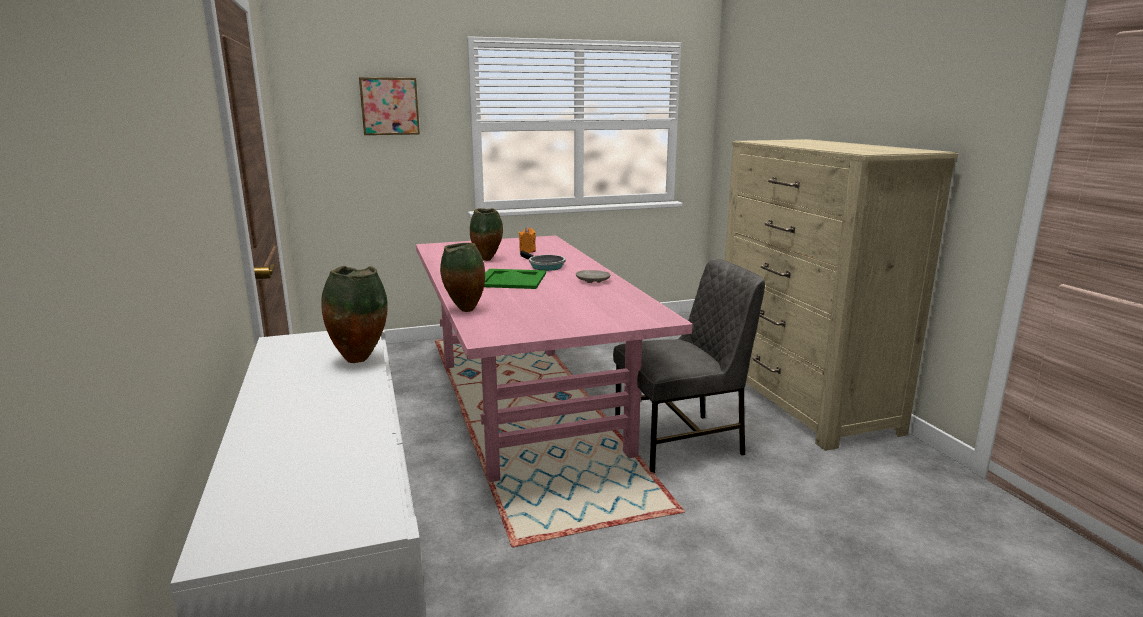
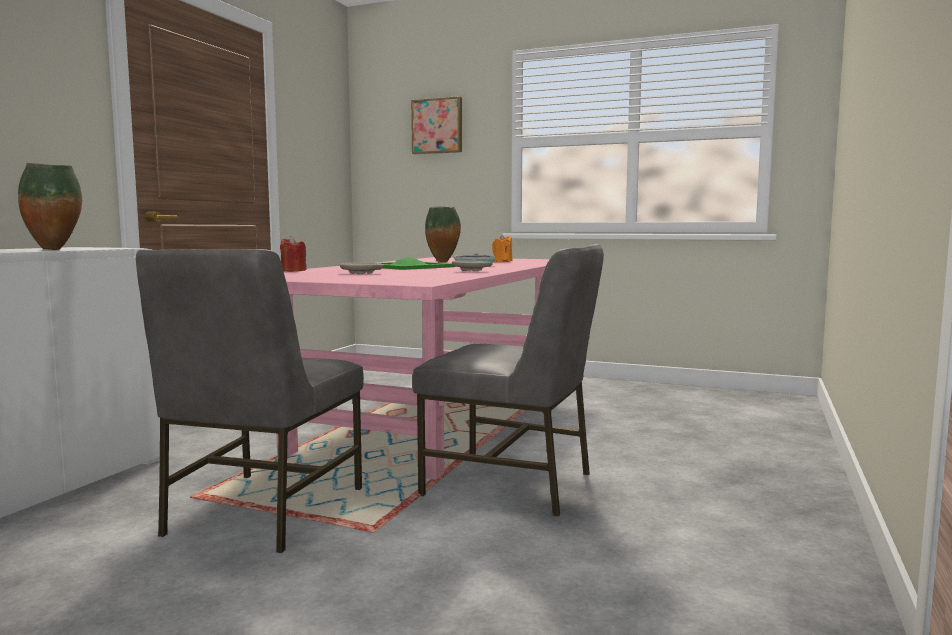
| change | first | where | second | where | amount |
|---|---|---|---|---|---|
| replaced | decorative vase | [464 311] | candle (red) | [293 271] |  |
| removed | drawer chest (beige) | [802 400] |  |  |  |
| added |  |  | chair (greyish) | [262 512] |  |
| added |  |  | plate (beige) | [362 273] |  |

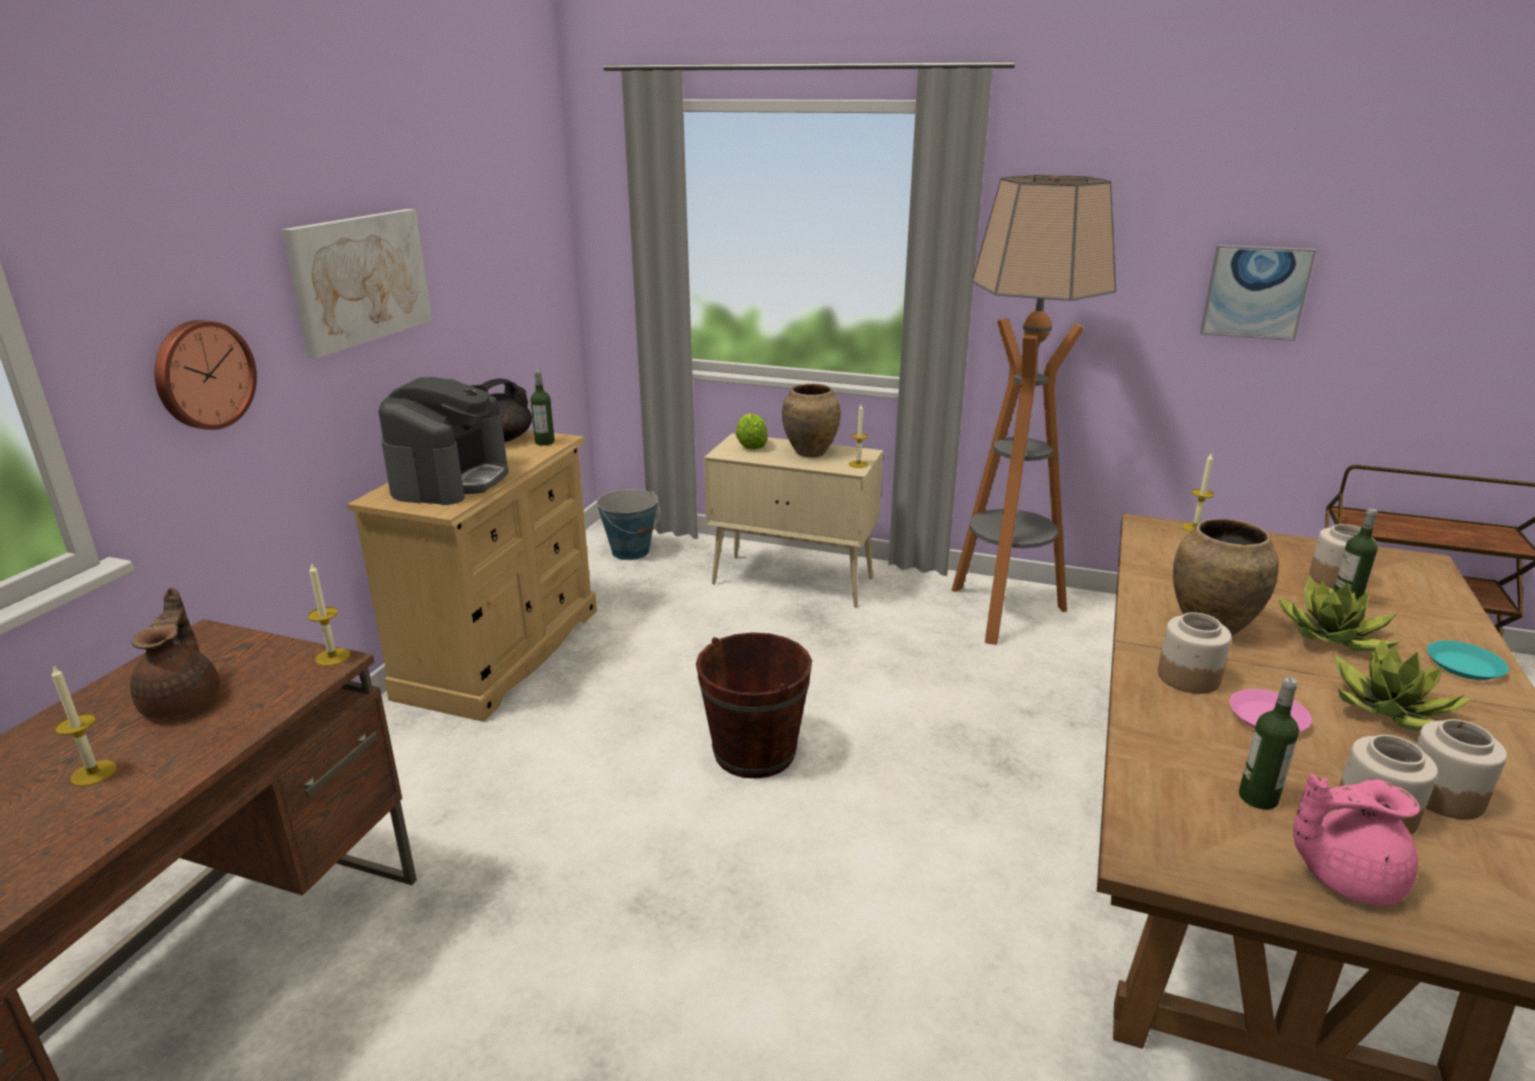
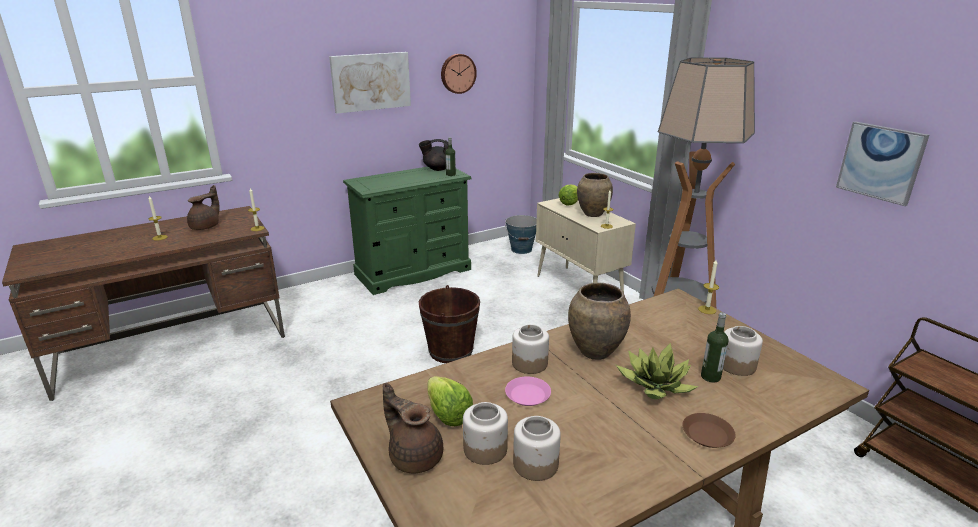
| change | first | where | second | where | amount |
|---|---|---|---|---|---|
| moved | hanging clock | [202 374] |  | [457 73] |  |
| recoloured | drawer chest (beige) | [502 652] | drawer chest (green-coloured) | [413 272] |  |
| removed | coffee machine | [451 479] |  |  |  |
| replaced | bottle | [1258 797] | lettuce head | [448 415] |  |
| recoloured | tea pot (pinkish) | [1345 877] | tea pot (brown-coloured) | [414 456] |  |
| removed | houseplant | [1390 710] |  |  |  |
| recoloured | plate (turquoise-coloured) | [1463 665] | plate (brown-coloured) | [707 434] |  |

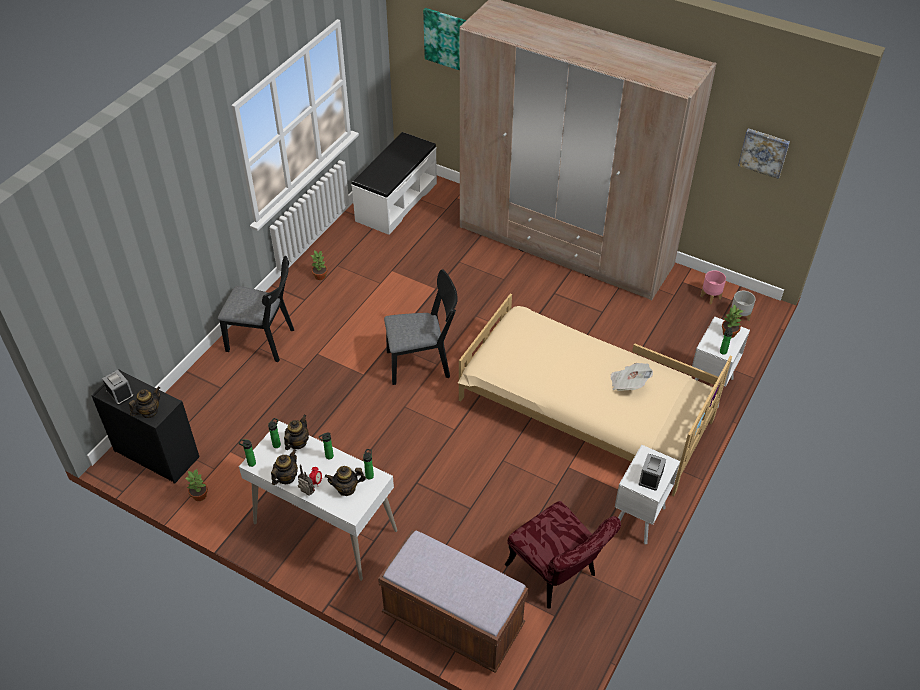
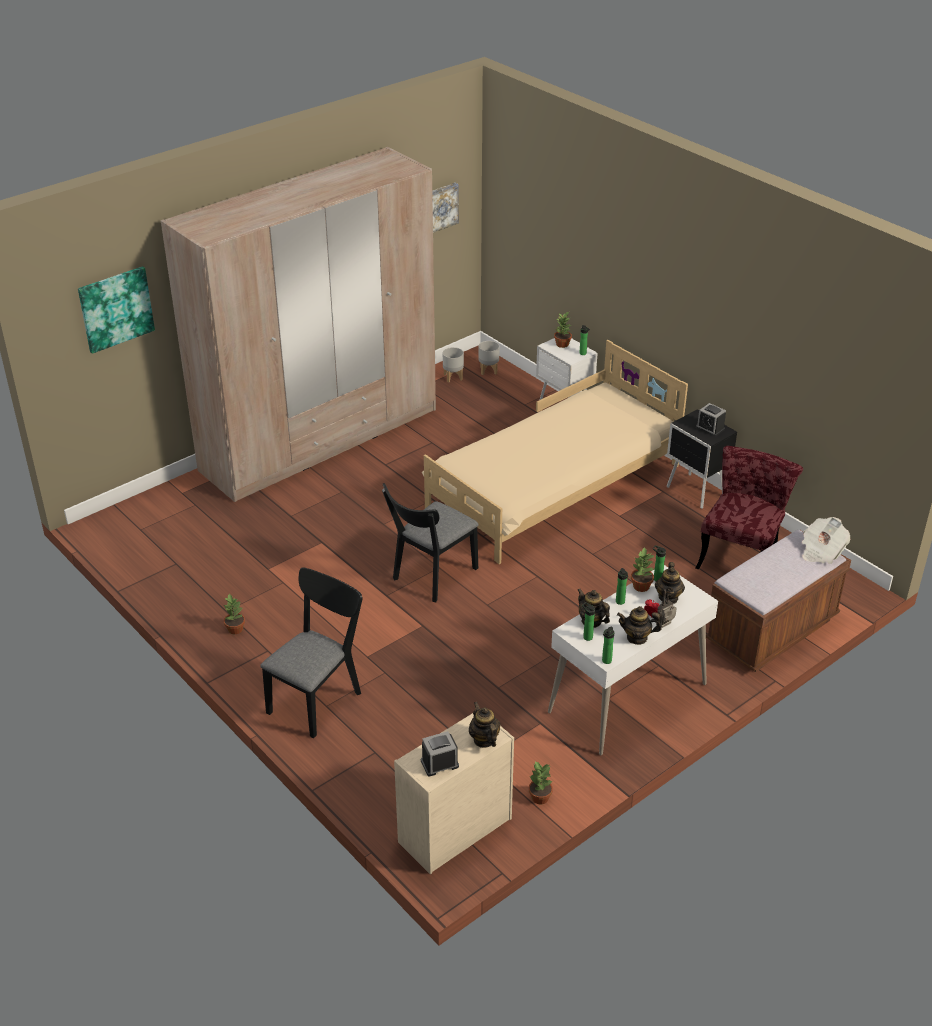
| change | first | where | second | where | amount |
|---|---|---|---|---|---|
| recoloured | drawer chest (blackish) | [155 453] | drawer chest (beige) | [454 831] |  |
| turned | tea pot | [286 477] |  | [637 637] | 45 degrees counterclockwise |
| removed | long seat (white) | [396 201] |  |  |  |
| turned | chair (blackish) | [423 363] |  | [431 577] | 150 degrees counterclockwise |
| turned | chair (red) | [557 575] |  | [741 554] | 45 degrees counterclockwise |
| moved | newspaper | [628 383] |  | [821 551] |  |
| recoloured | bedside table (white) | [637 519] | bedside table (blackish) | [695 492] |  |
| recoloured | plant pot (pinkish) | [710 297] | plant pot (greyish) | [452 377] |  |
| added |  |  | houseplant | [641 587] |  |

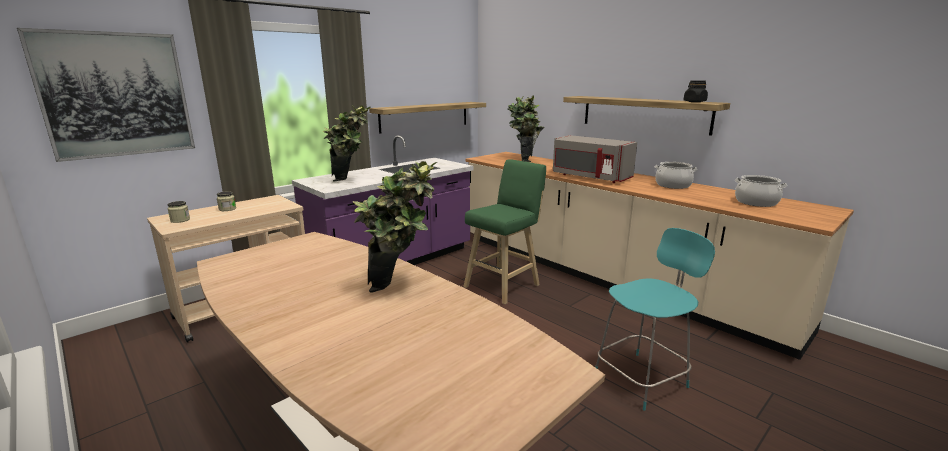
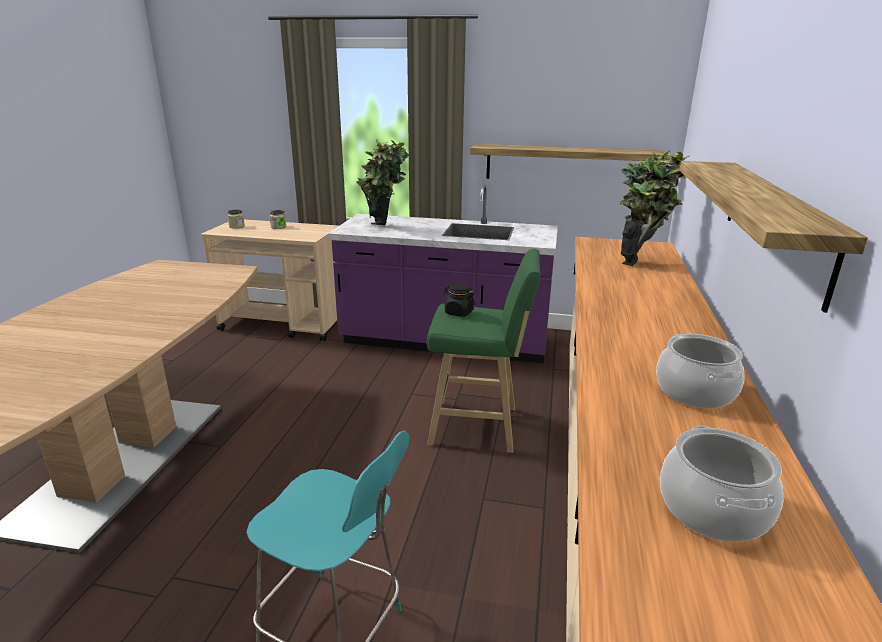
| change | first | where | second | where | amount |
|---|---|---|---|---|---|
| removed | picture | [116 95] |  |  |  |
| removed | houseplant | [401 289] |  |  |  |
| removed | microwave oven (greyish) | [589 177] |  |  |  |
| moved | preserve jar (blackish) | [694 102] |  | [458 312] |  |

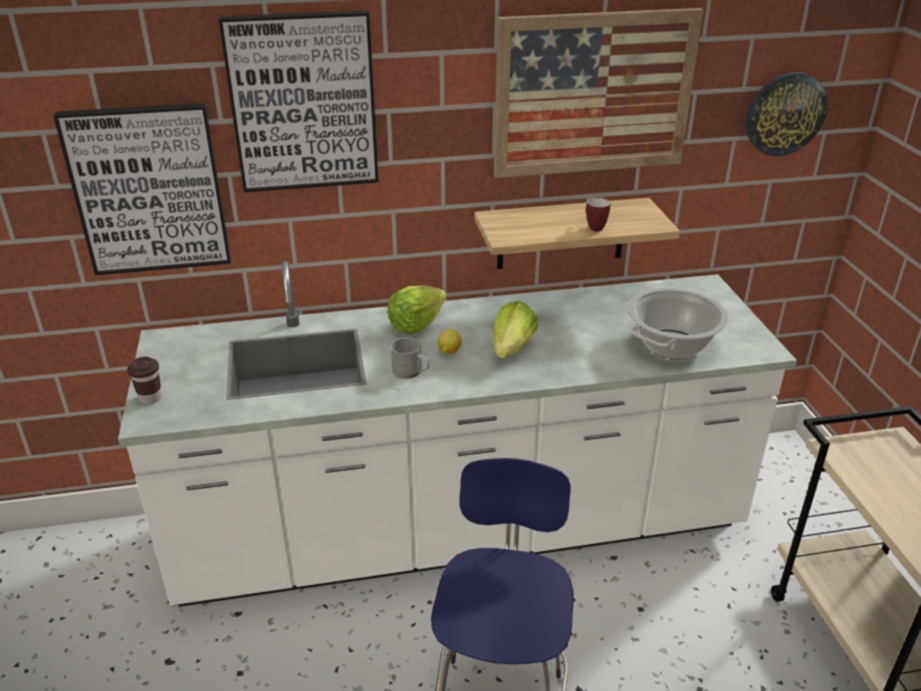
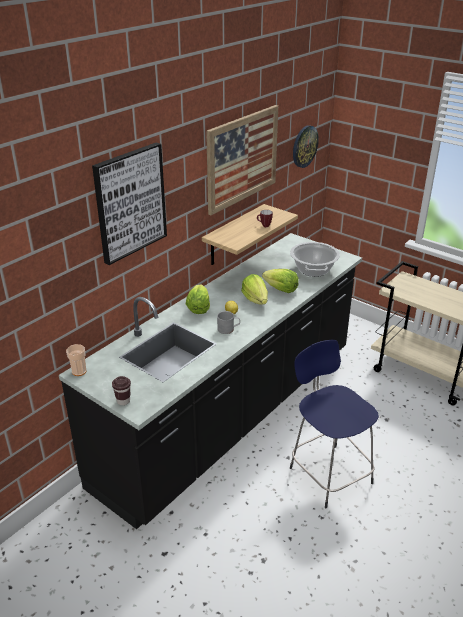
| change | first | where | second | where | amount |
|---|---|---|---|---|---|
| removed | picture | [148 189] |  |  |  |
| recoloured | counter (white) | [460 531] | counter (blackish) | [231 415] |  |
| added |  |  | drinking cup | [79 371] |  |
| added |  |  | lettuce head | [281 289] |  |

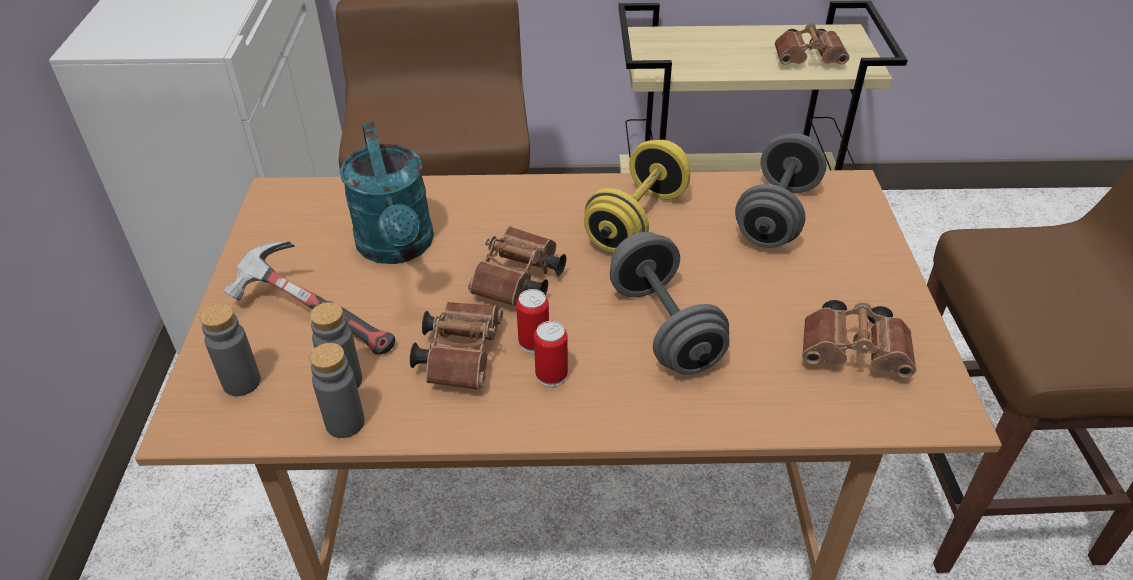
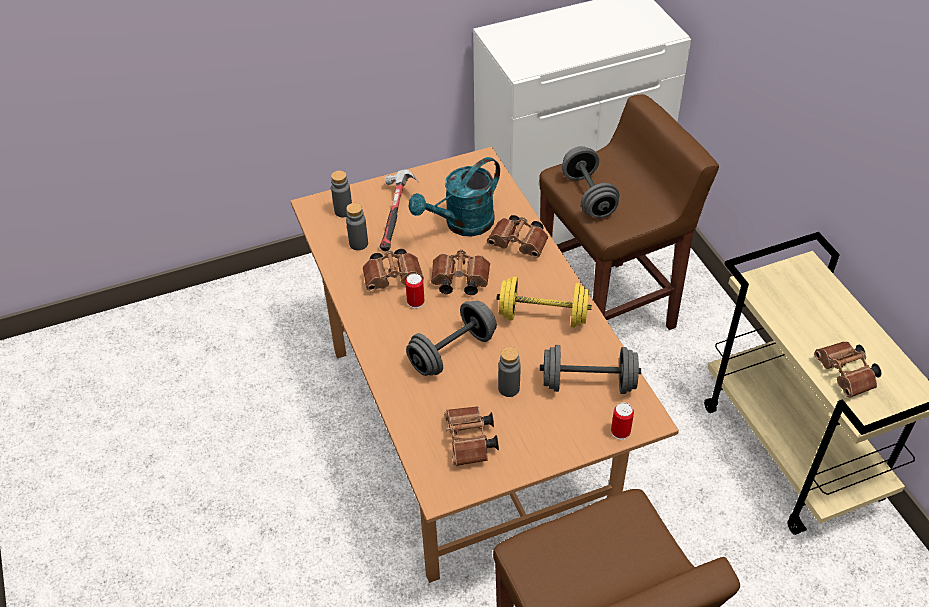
| change | first | where | second | where | amount |
|---|---|---|---|---|---|
| moved | bottle (greyish) | [345 423] |  | [509 388] |  |
| moved | can | [551 375] |  | [620 432] |  |
| added |  |  | binoculars (brown-coloured) | [520 245] |  |
| added |  |  | free weight (greyish) | [588 196] |  |

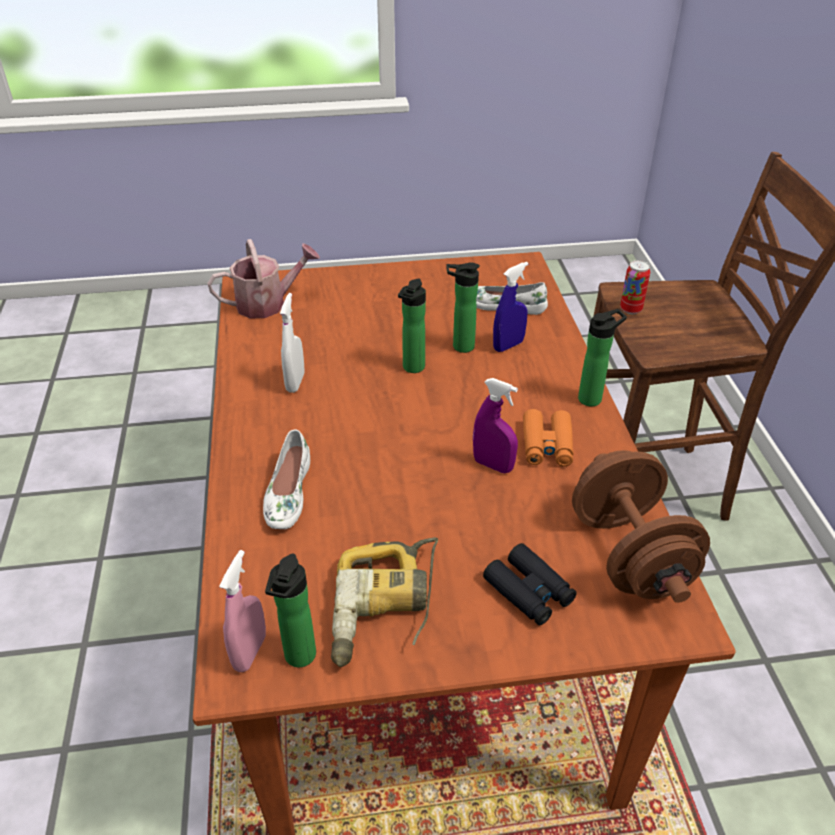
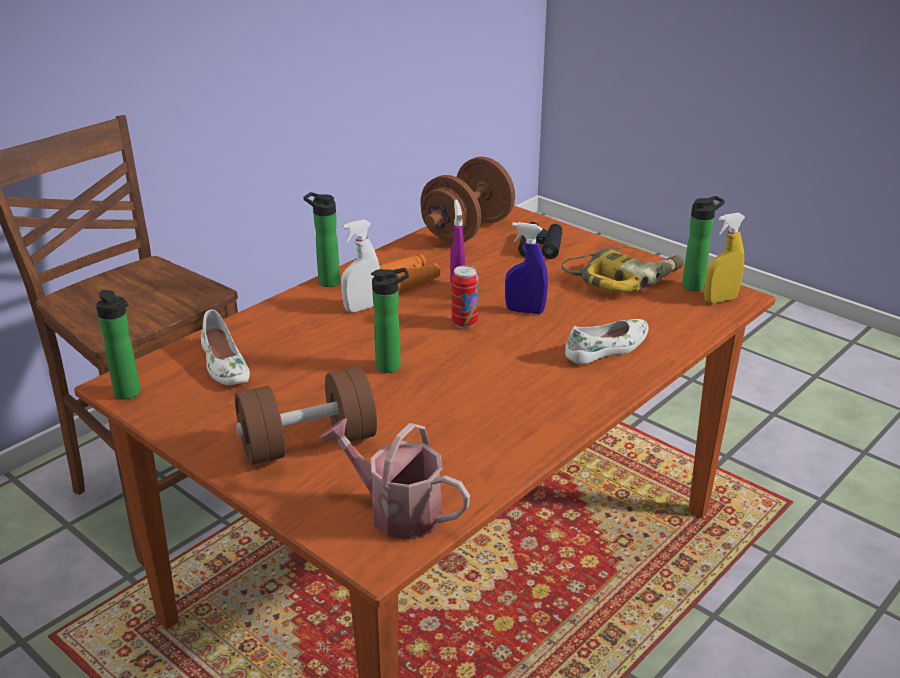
| change | first | where | second | where | amount |
|---|---|---|---|---|---|
| recoloured | spray bottle (pinkish) | [250 652] | spray bottle (yellow) | [720 300] |  |
| moved | spray bottle (white) | [295 382] |  | [362 308] |  |
| moved | bottle | [460 346] |  | [129 394] |  |
| moved | spray bottle (blue-coloured) | [508 345] |  | [525 311] |  |
| moved | can | [630 309] |  | [464 323] |  |
| added |  |  | free weight (brown-coloured) | [308 444] |  |

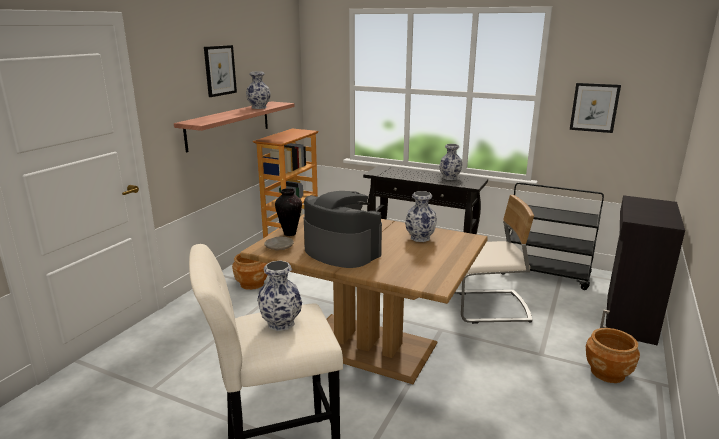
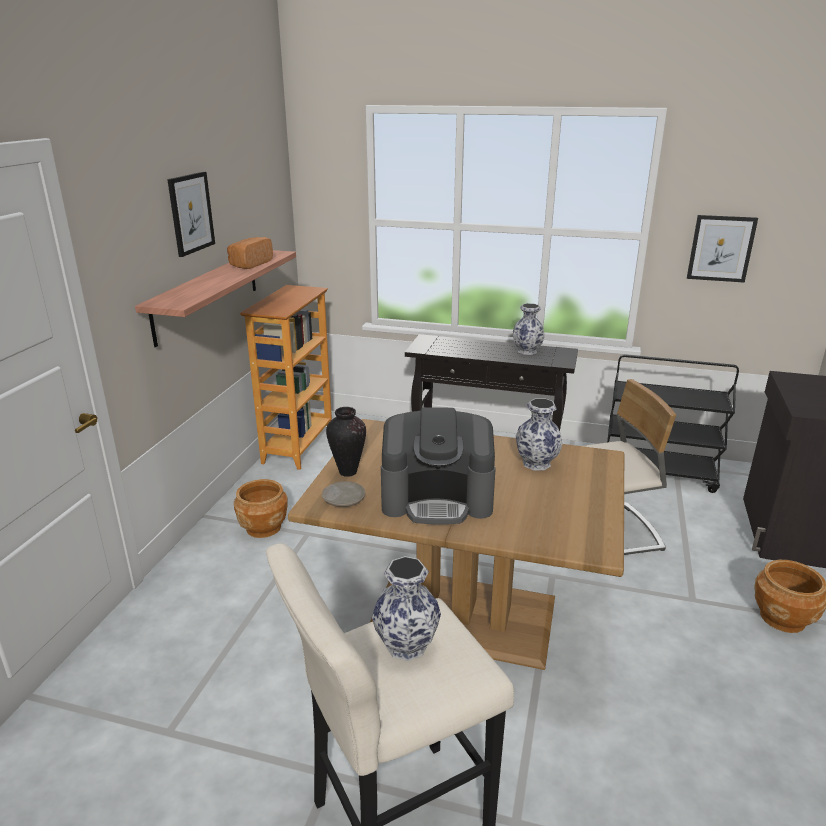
| change | first | where | second | where | amount |
|---|---|---|---|---|---|
| replaced | decorative vase | [259 107] | bakery bread | [250 264] |  |
| turned | coffee machine | [341 251] |  | [437 498] | 150 degrees clockwise |

